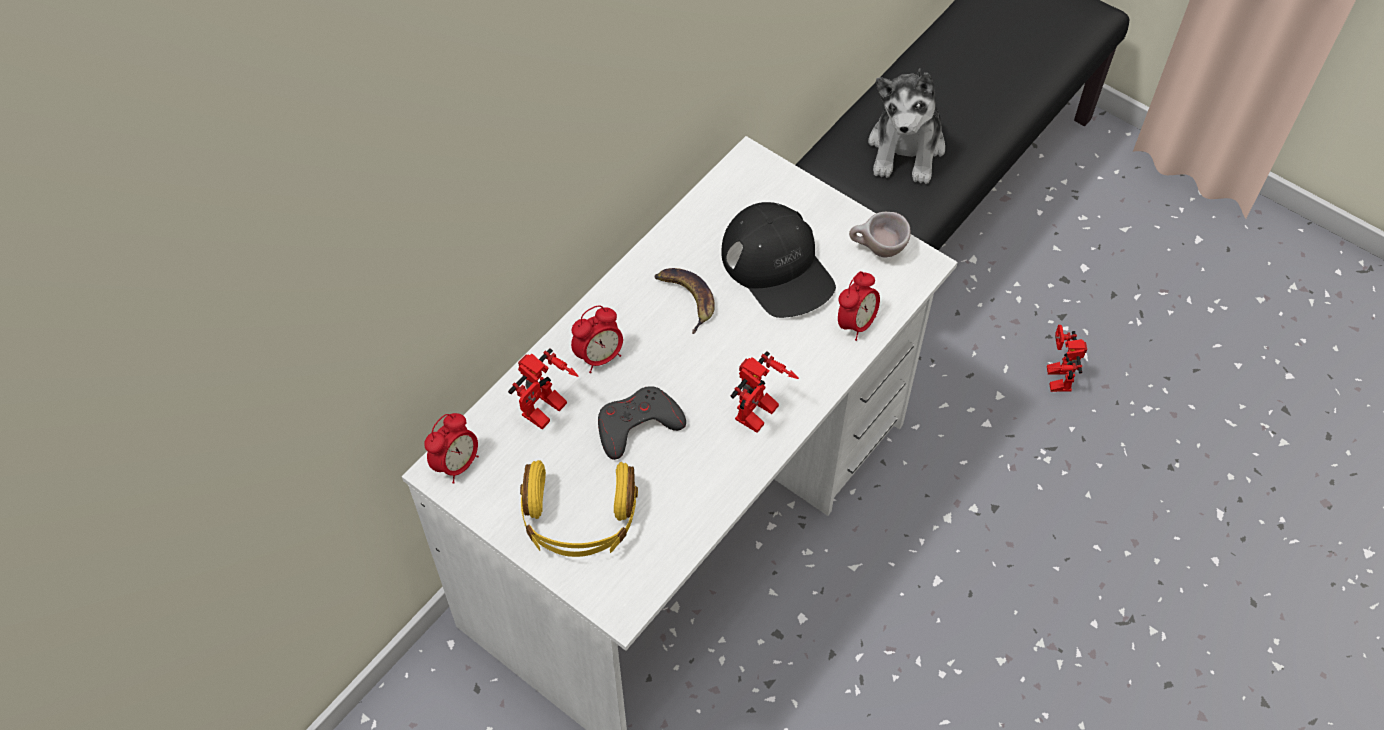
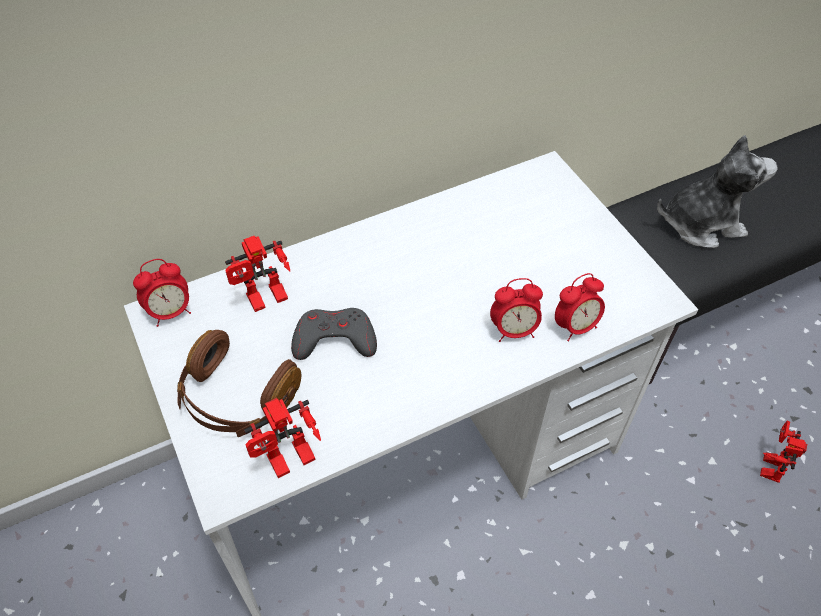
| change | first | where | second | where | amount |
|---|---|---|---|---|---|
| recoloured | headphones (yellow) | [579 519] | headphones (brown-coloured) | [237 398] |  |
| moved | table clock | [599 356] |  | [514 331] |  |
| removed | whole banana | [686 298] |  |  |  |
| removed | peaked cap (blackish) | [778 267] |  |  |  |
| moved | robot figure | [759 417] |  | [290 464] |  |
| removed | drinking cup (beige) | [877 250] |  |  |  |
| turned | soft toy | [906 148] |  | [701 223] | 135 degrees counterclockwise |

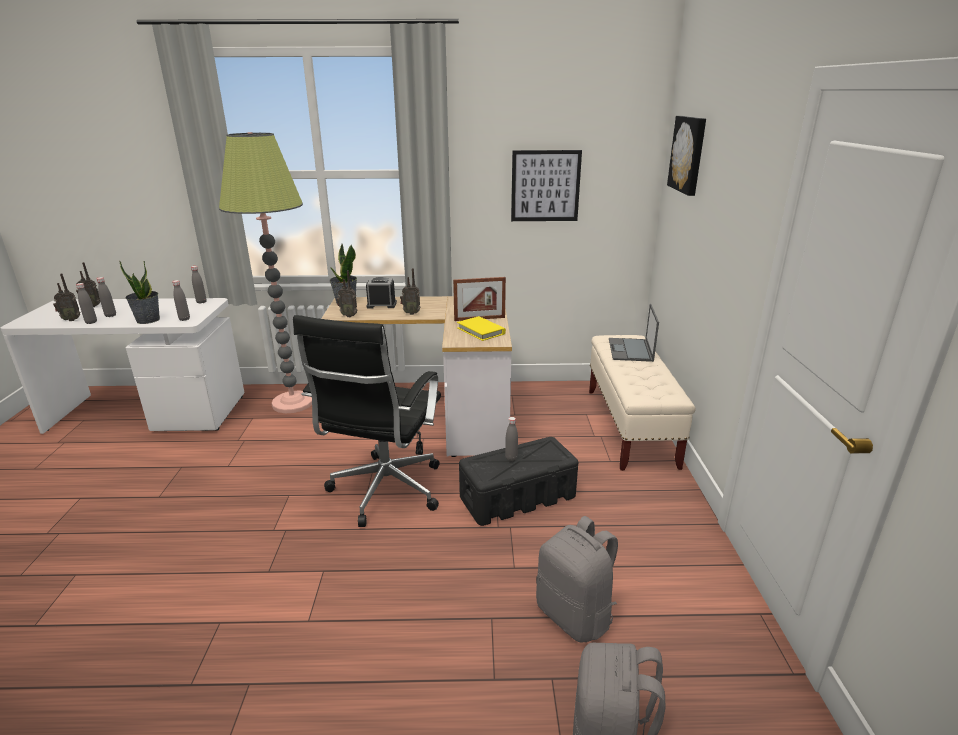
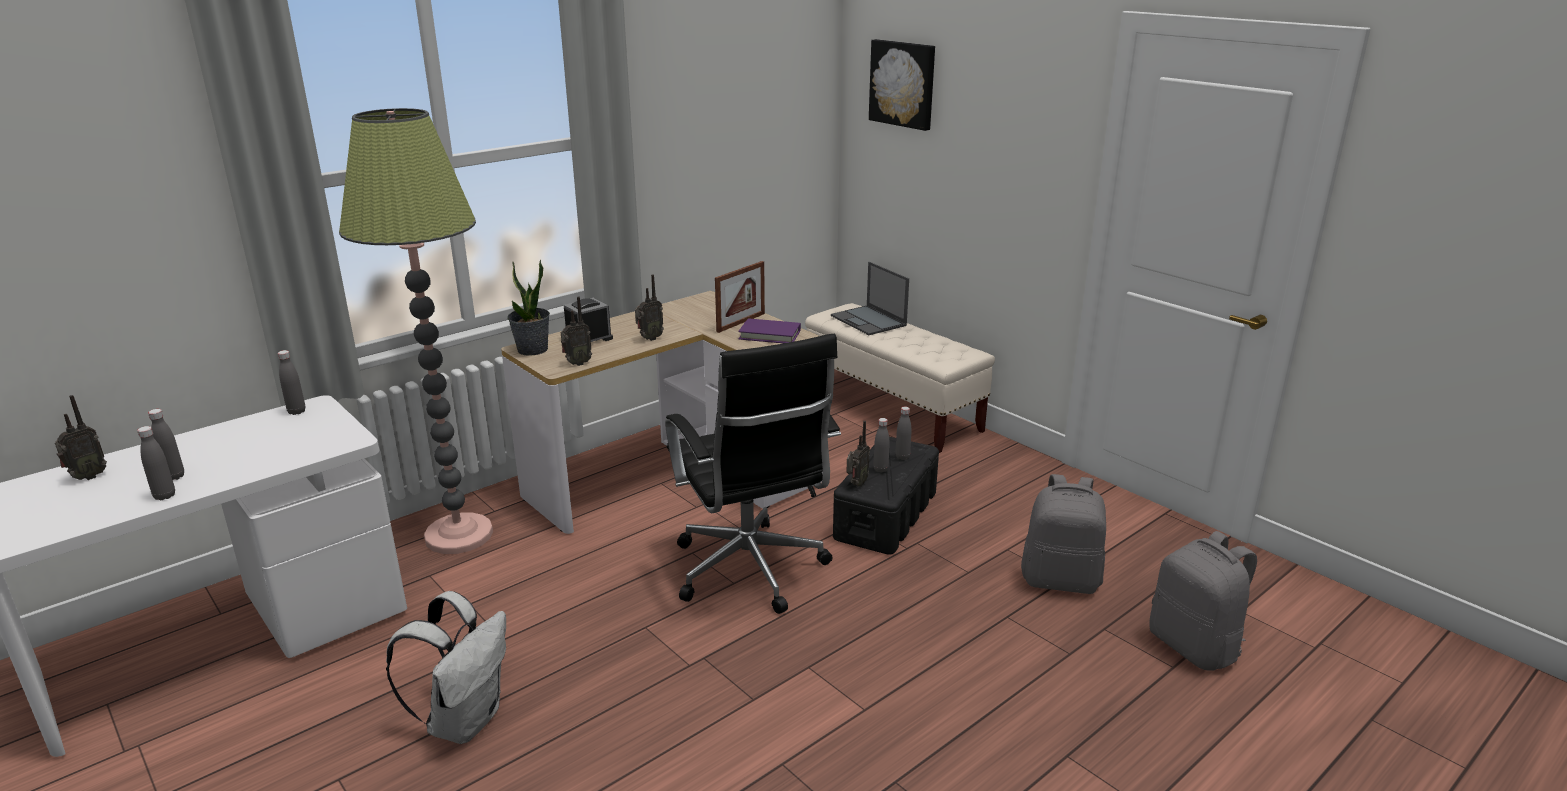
| change | first | where | second | where | amount |
|---|---|---|---|---|---|
| moved | radio set | [71 320] |  | [856 484] |  |
| removed | houseplant | [148 320] |  |  |  |
| moved | bottle (greyish) | [184 319] |  | [902 457] |  |
| recoloured | volume (yellow) | [481 331] | volume (purple-coloured) | [770 334] |  |
| removed | picture | [545 186] |  |  |  |
| added |  |  | knapsack (white) | [465 720] |  |

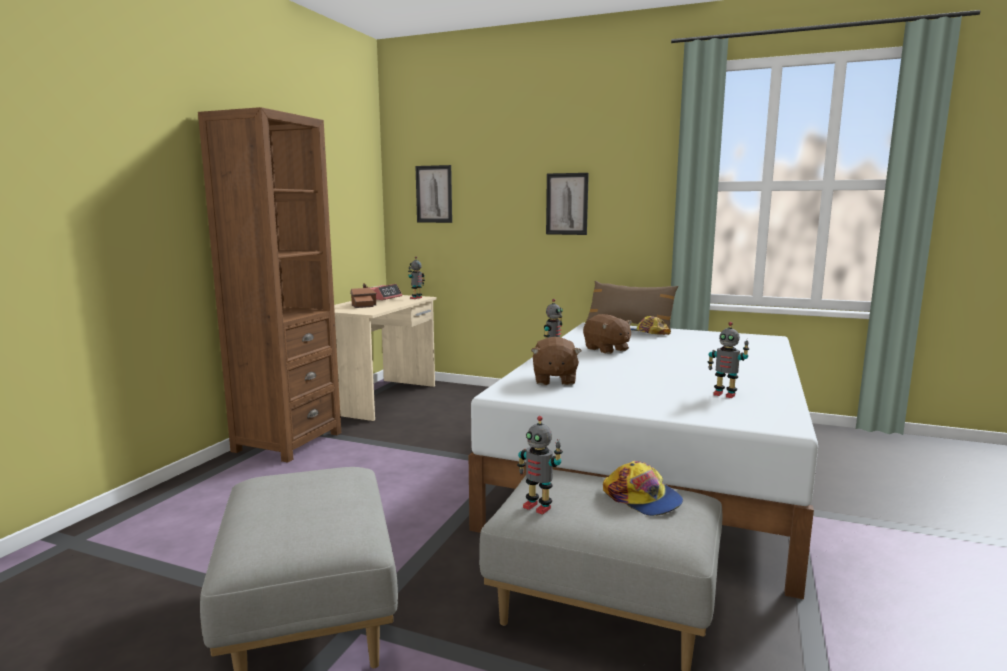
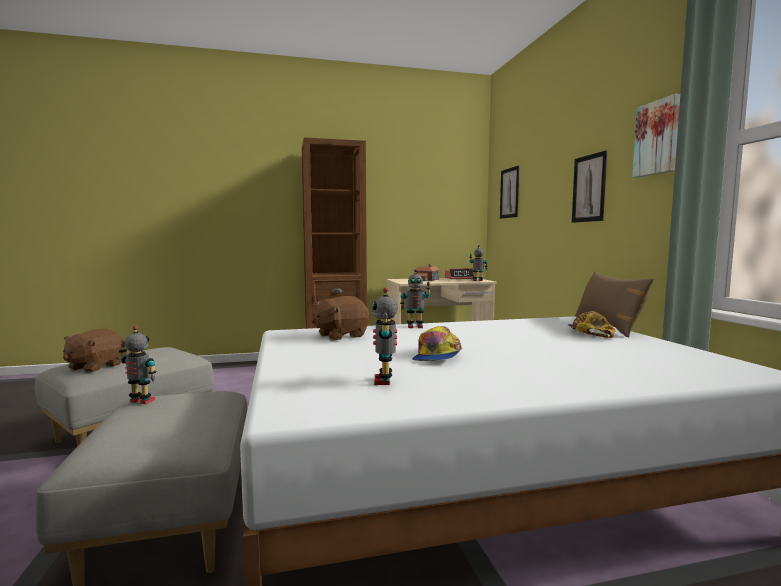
| change | first | where | second | where | amount |
|---|---|---|---|---|---|
| turned | robot figure | [538 507] |  | [141 401] | 105 degrees clockwise |
| moved | soft toy (brown-coloured) | [606 349] |  | [95 367] |  |
| moved | peaked cap | [642 499] |  | [437 356] |  |
| added |  |  | picture | [658 138] |  |

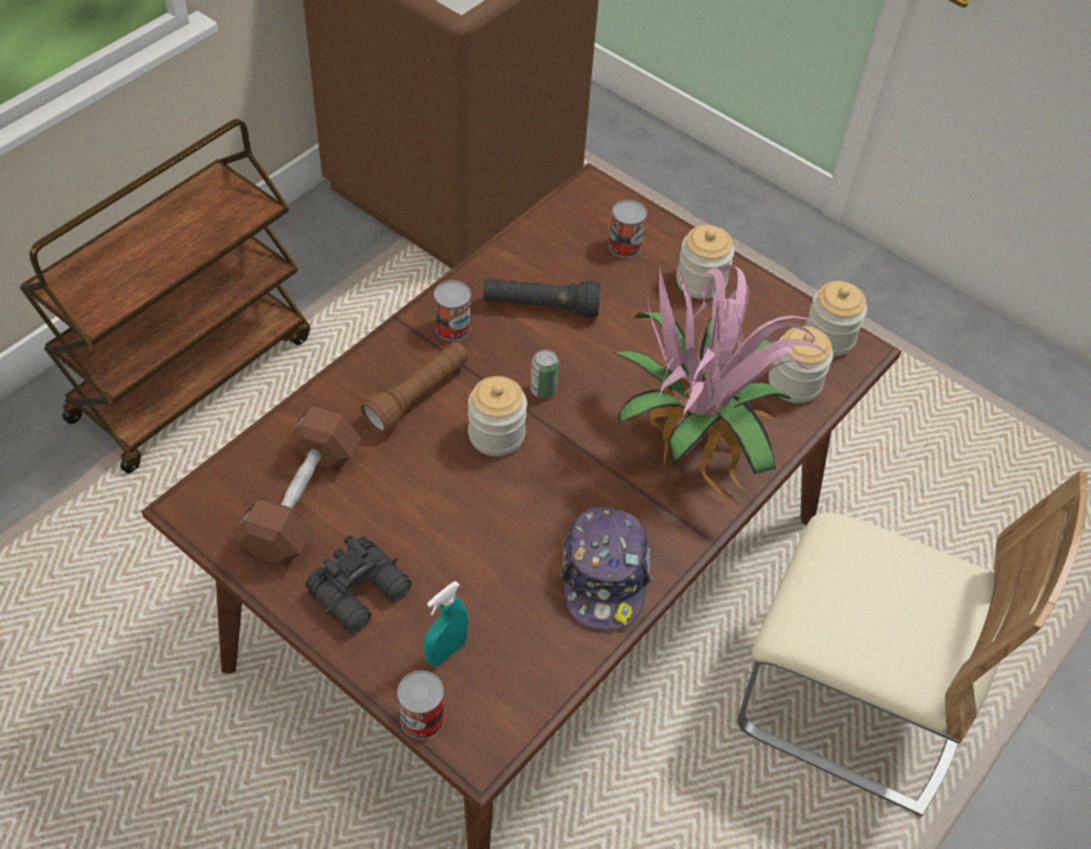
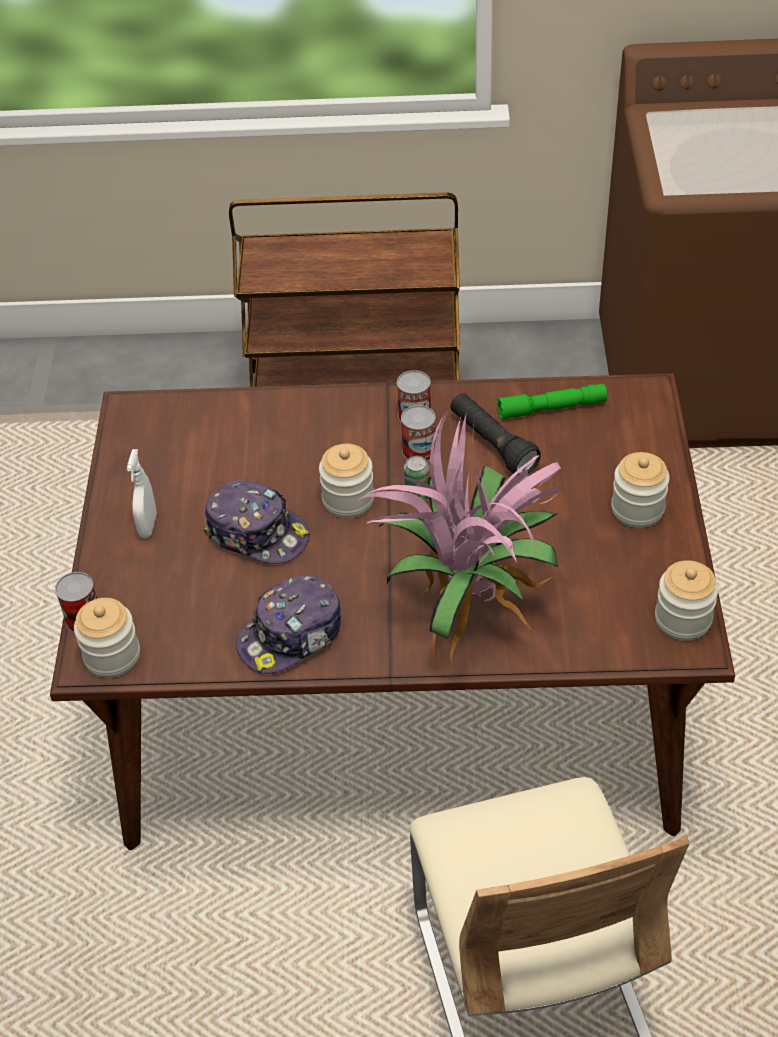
| change | first | where | second | where | amount |
|---|---|---|---|---|---|
| removed | free weight (brown-coloured) | [302 500] |  |  |  |
| replaced | binoculars (blackish) | [362 592] | spray bottle (white) | [148 525] |  |
| removed | flashlight (brown-coloured) | [418 396] |  |  |  |
| removed | spray bottle (turquoise-coloured) | [446 651] |  |  |  |
| moved | can | [625 245] |  | [419 451] |  |
| moved | preserve jar | [794 383] |  | [112 656] |  |
| added |  |  | peaked cap | [257 533] |  |
| added |  |  | flashlight (green-coloured) | [551 408] |  |

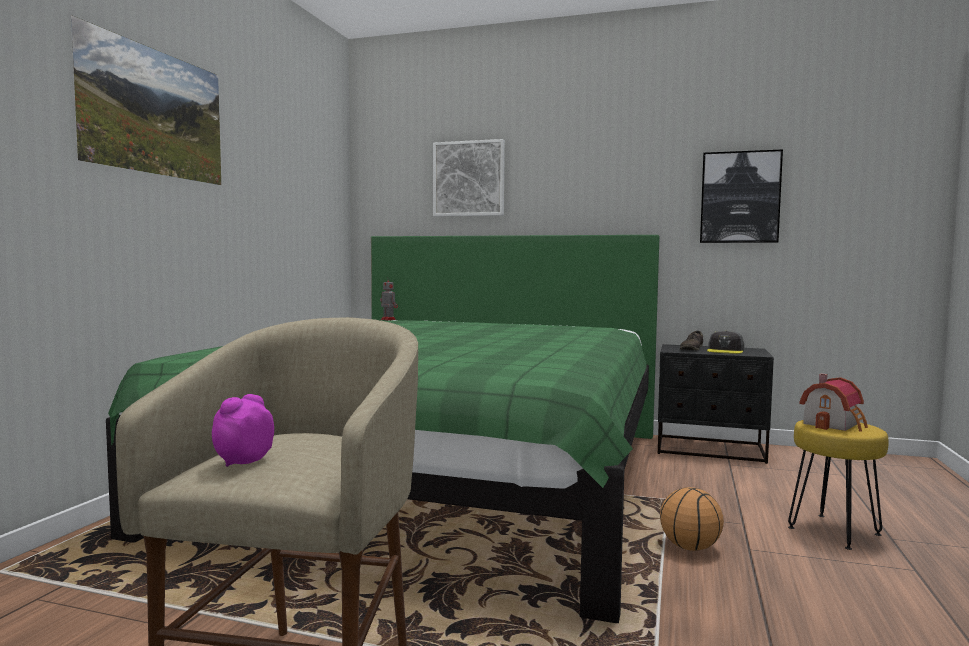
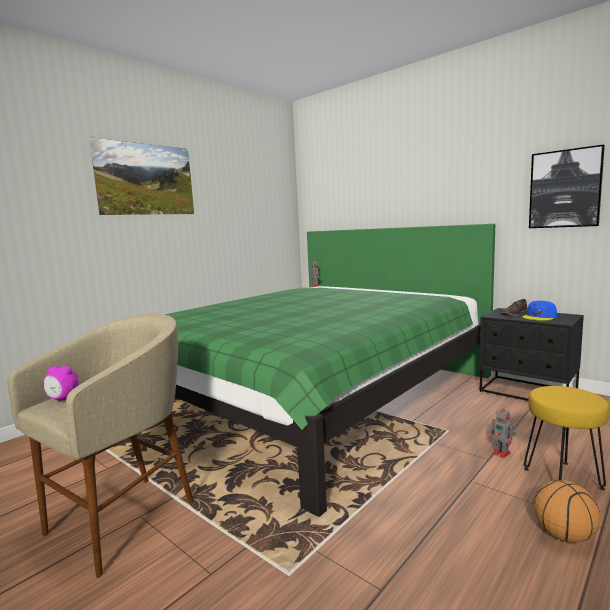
| change | first | where | second | where | amount |
|---|---|---|---|---|---|
| turned | table clock | [243 461] |  | [63 399] | 135 degrees counterclockwise |
| removed | picture | [469 179] |  |  |  |
| moved | basketball ball | [690 548] |  | [564 536] |  |
| recoloured | peaked cap (greyish) | [725 351] | peaked cap (blue-coloured) | [539 317] |  |
| removed | miniature house | [834 424] |  |  |  |
| added |  |  | robot figure | [502 453] |  |

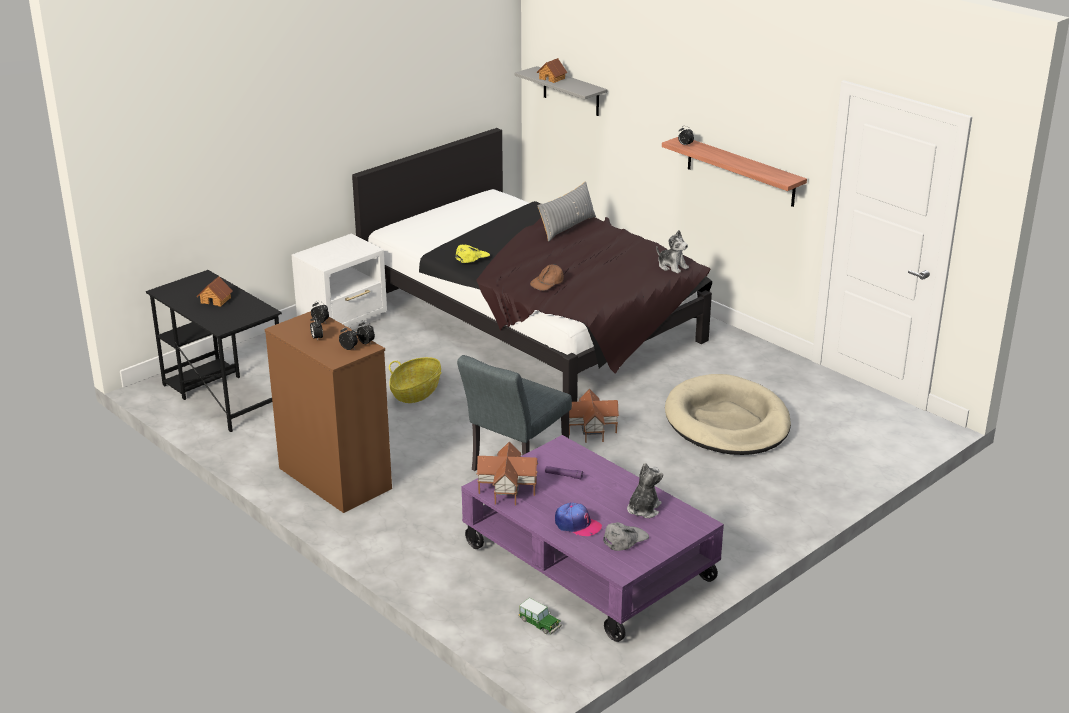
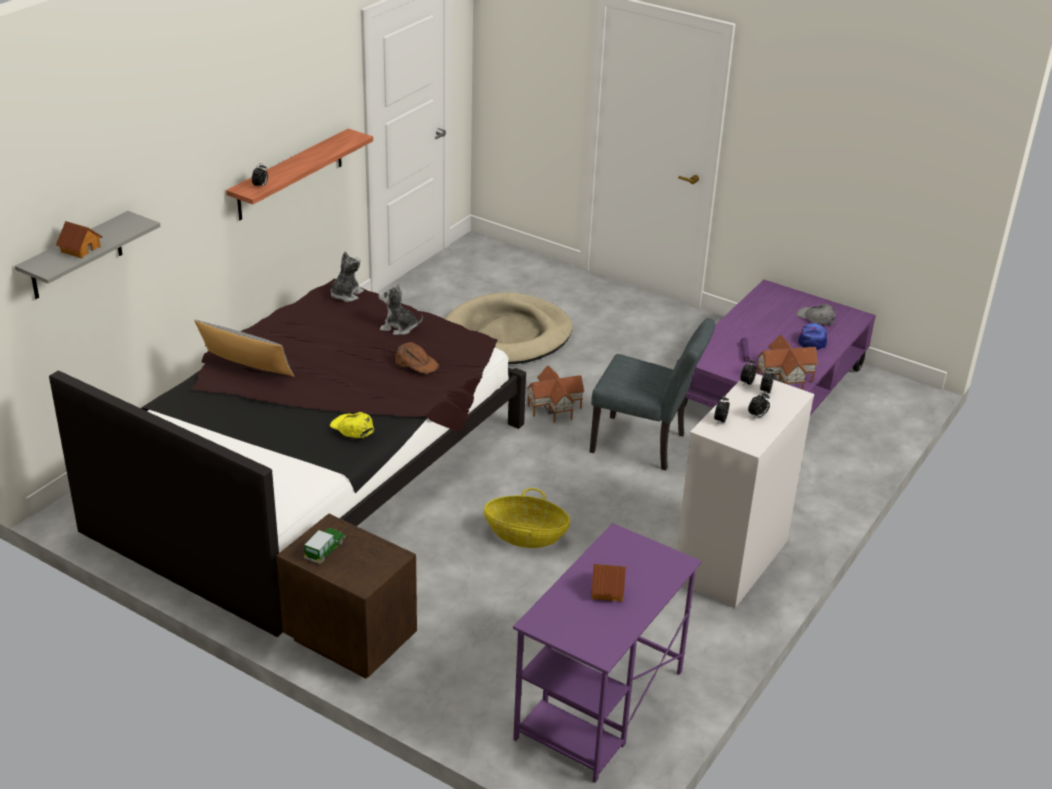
| change | first | where | second | where | amount |
|---|---|---|---|---|---|
| recoloured | desk unit (blackish) | [223 396] | desk unit (purple-coloured) | [599 706] |  |
| recoloured | drawer chest (brown-coloured) | [334 478] | drawer chest (white) | [730 561] |  |
| recoloured | bedside table (white) | [344 320] | bedside table (brown-coloured) | [350 638] |  |
| moved | model car | [540 623] |  | [325 550] |  |
| moved | soft toy | [643 509] |  | [399 328] |  |

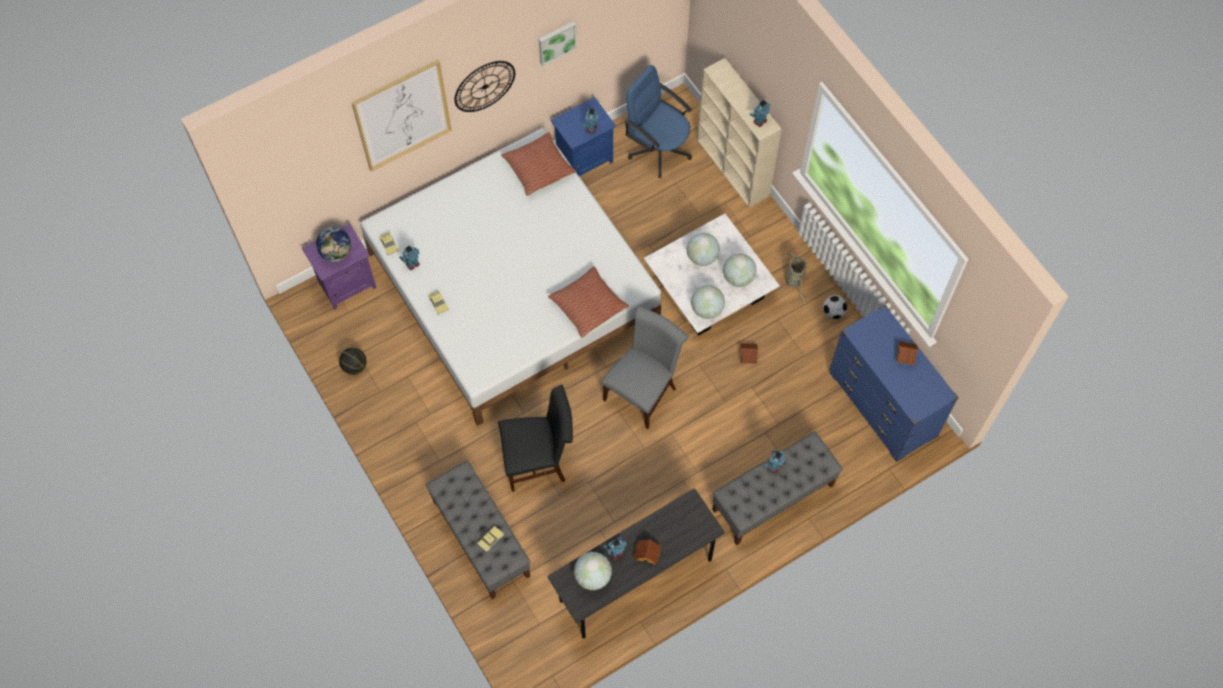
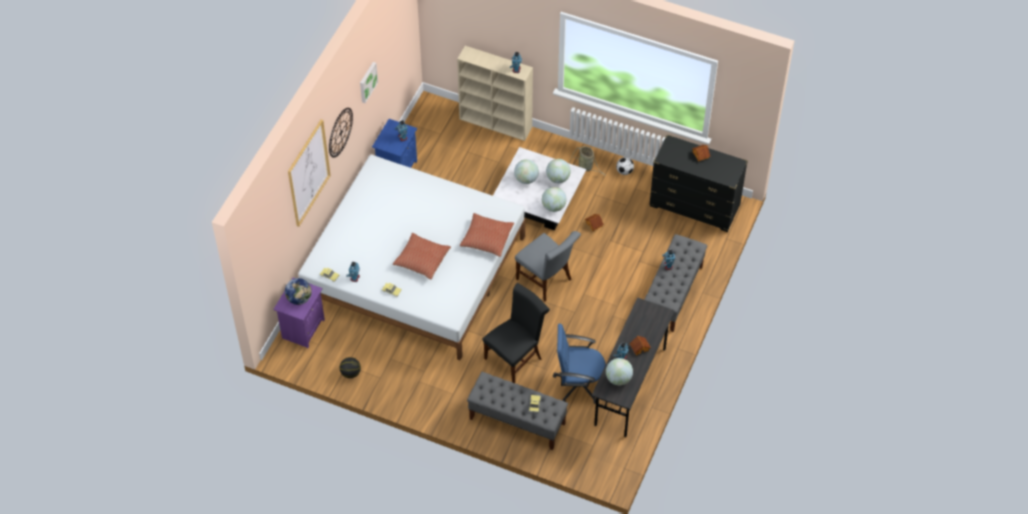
| change | first | where | second | where | amount |
|---|---|---|---|---|---|
| moved | throw pillow | [538 169] |  | [422 260] |  |
| turned | chair (greyish) | [643 391] |  | [546 281] | 135 degrees clockwise |
| moved | office chair (blue-coloured) | [658 149] |  | [578 383] |  |
| recoloured | drawer chest (blue-coloured) | [882 405] | drawer chest (blackish) | [694 206] |  |

